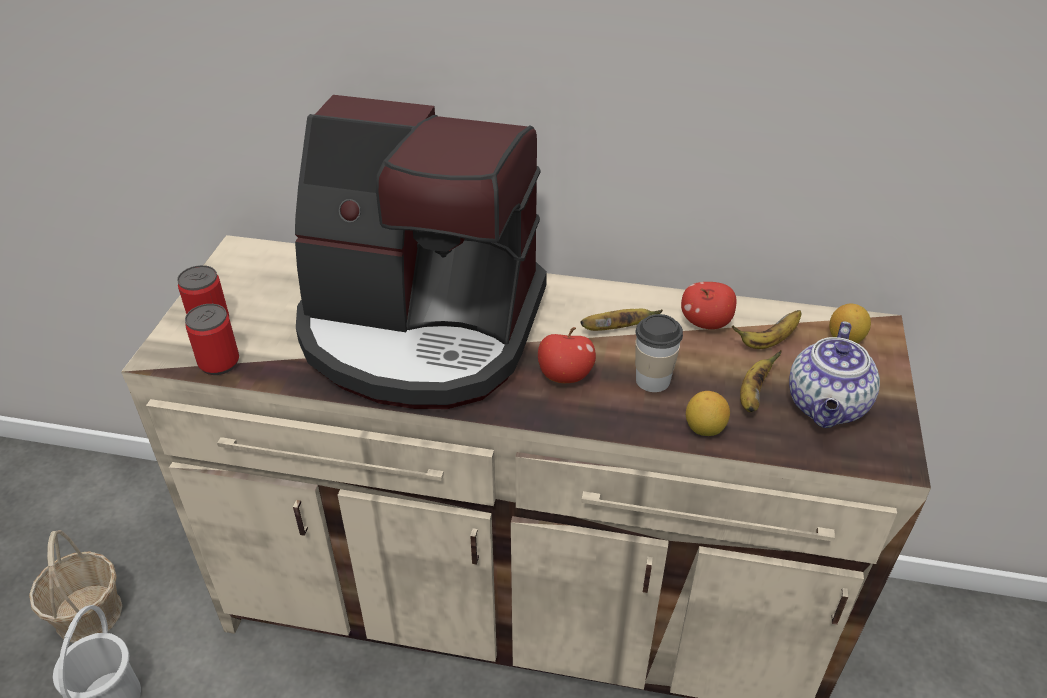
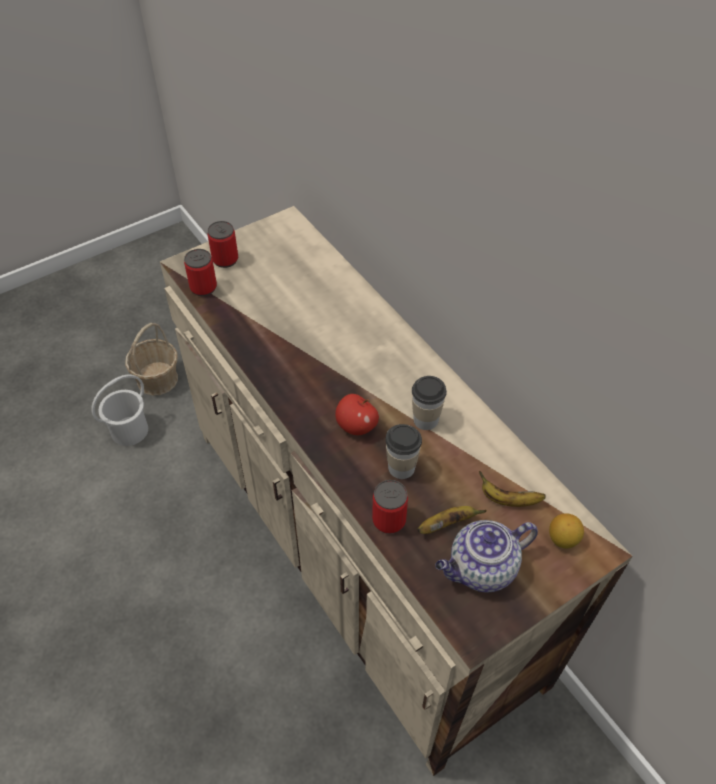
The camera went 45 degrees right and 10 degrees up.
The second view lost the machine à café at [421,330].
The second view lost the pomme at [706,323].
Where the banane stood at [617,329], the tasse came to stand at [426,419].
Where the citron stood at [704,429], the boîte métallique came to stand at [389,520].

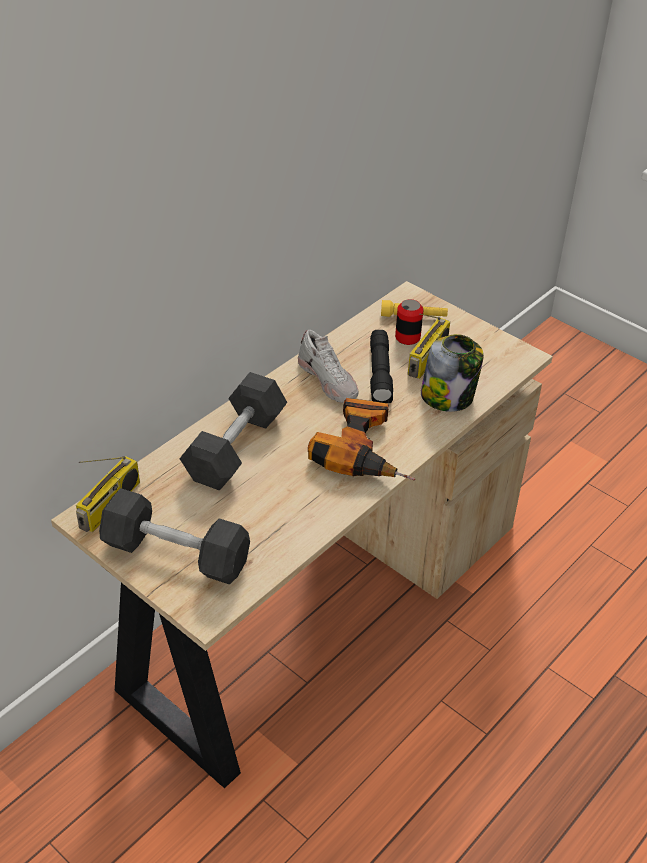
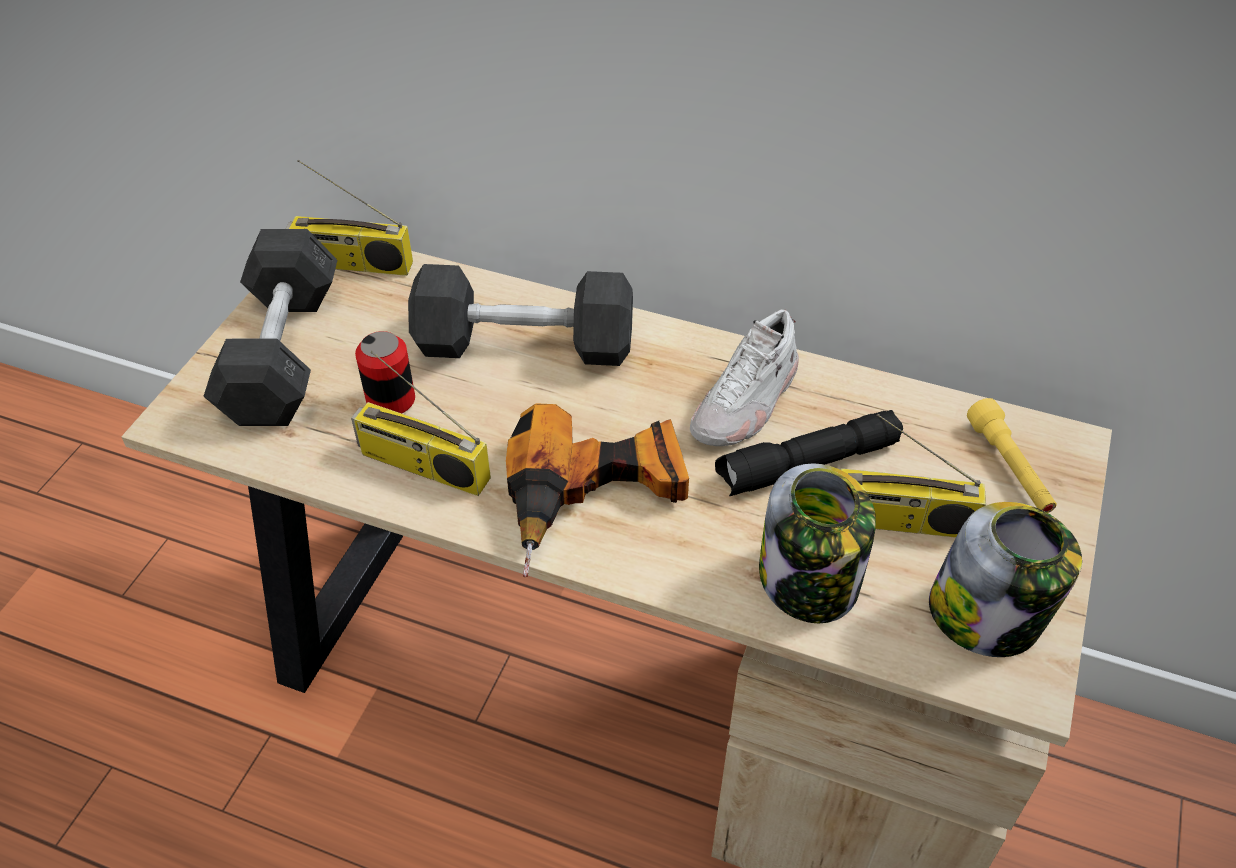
The camera went 70 degrees right and 5 degrees up.
The boîte métallique ended up elsewhere, having gone from [407,337] to [391,400].
The second view gained the radio at [421,466].
The second view gained the bocal at [987,616].

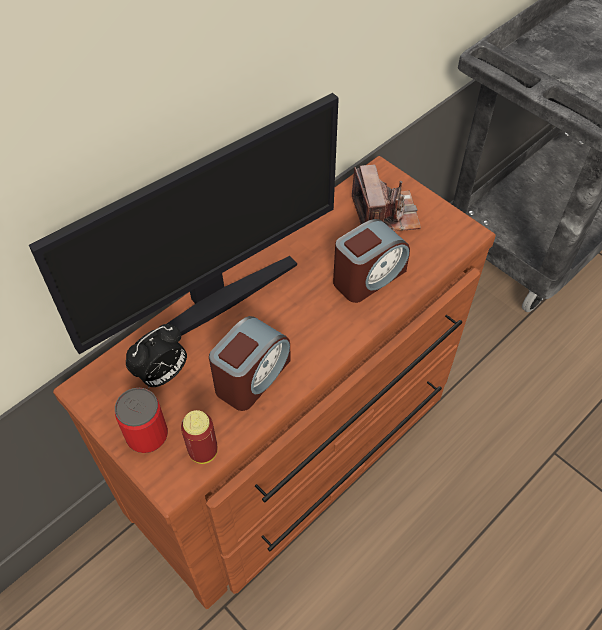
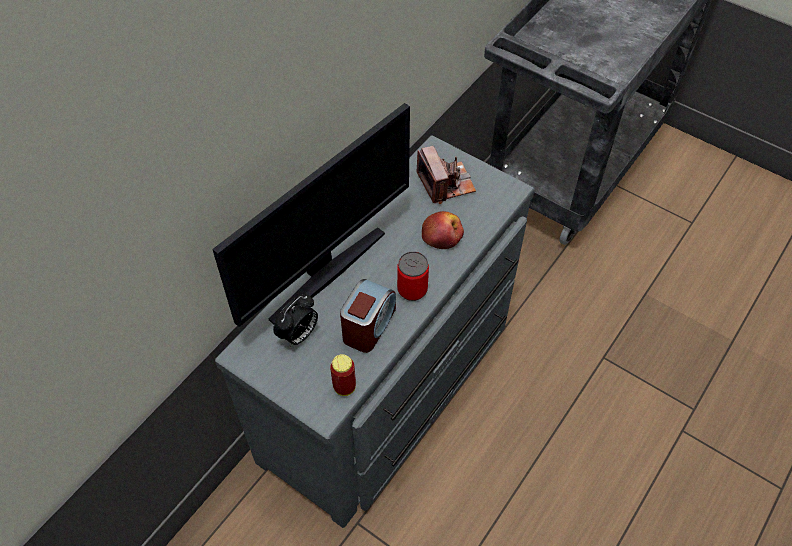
The camera went 10 degrees left and 0 degrees up.
What was the commode/marron at [299,449] turned into the commode/gris at [394,387].
Where the réveil stood at [368,277], the pomme came to stand at [442,235].
The boîte métallique ended up elsewhere, having gone from [147,435] to [412,289].

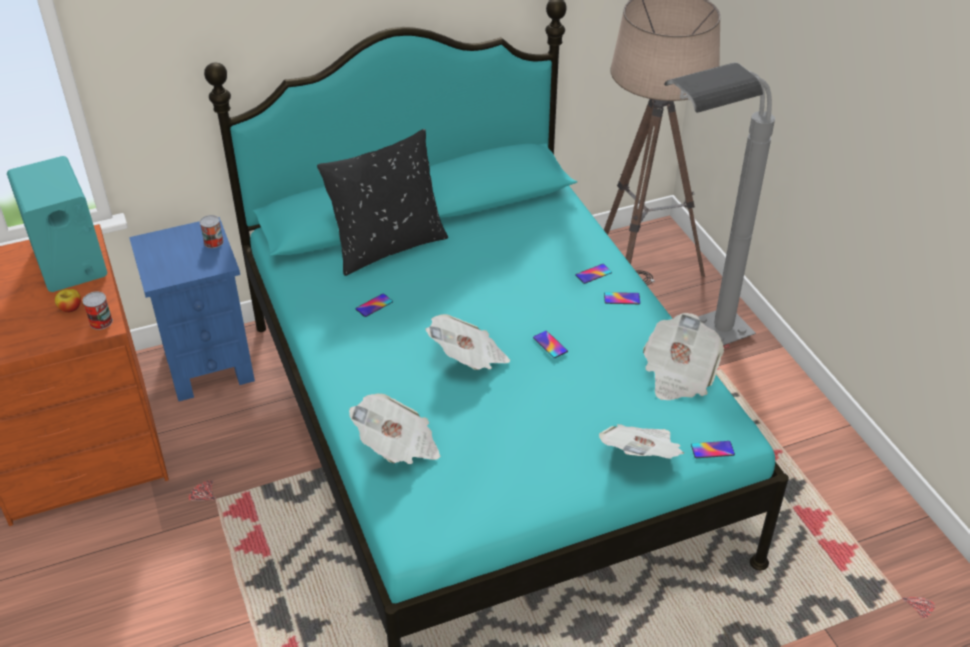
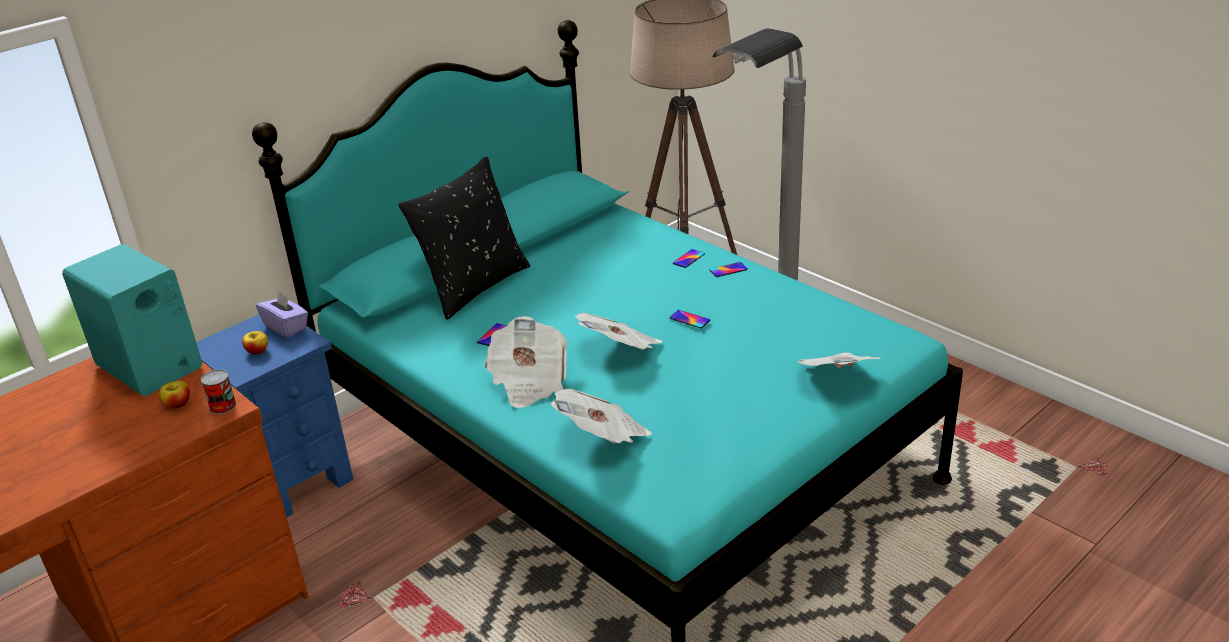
The camera went 20 degrees left and 10 degrees down.
Where the boîte métallique stood at [213,242], the boîte à mouchoirs/violet came to stand at [286,327].
The journal ended up elsewhere, having gone from [678,374] to [528,381].
The second view lost the téléphone at [712,450].
The second view gained the pomme at [257,351].

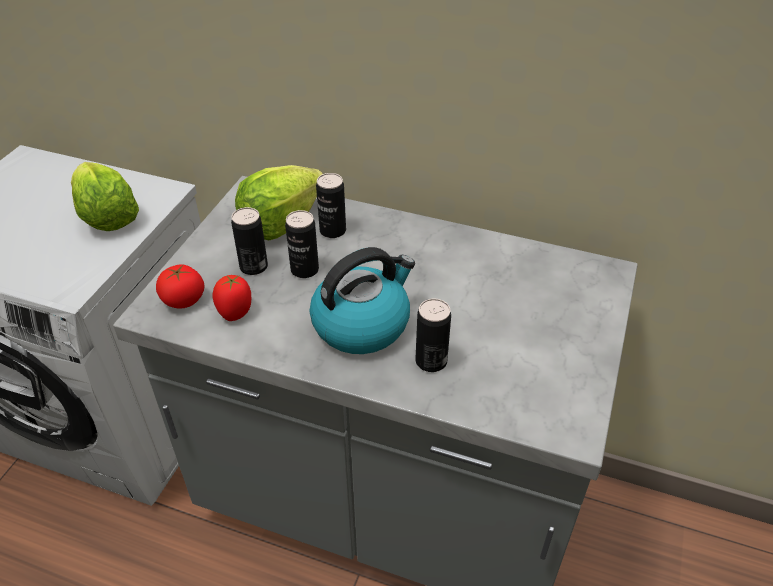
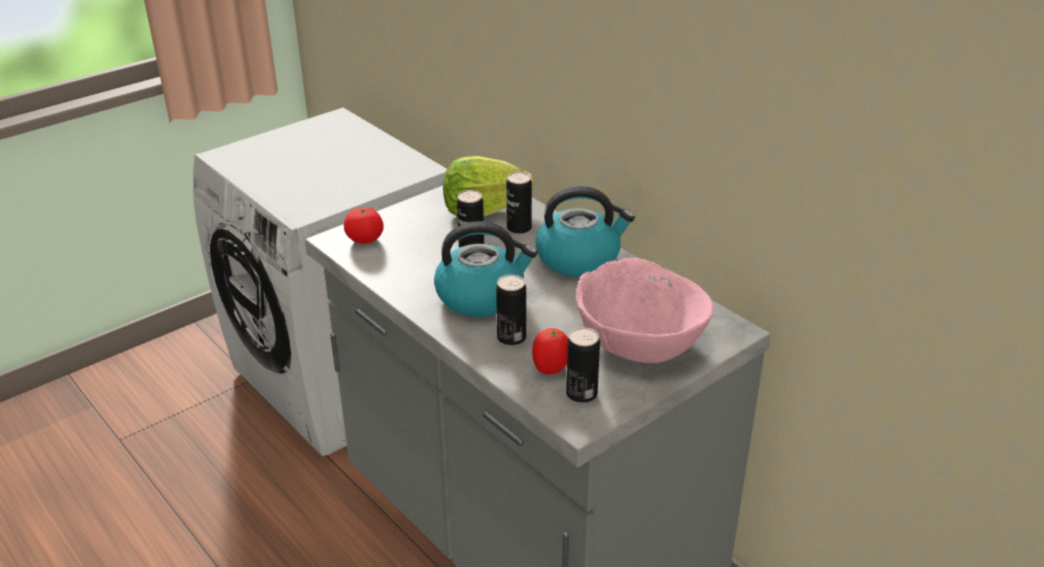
The camera went 30 degrees right and 10 degrees down.
The second view lost the laitue at [107,216].
The boîte métallique ended up elsewhere, having gone from [254,267] to [581,394].
The tomate ended up elsewhere, having gone from [235,312] to [551,368].
The second view gained the bouilloire at [579,258].
The second view gained the bol/rose at [641,340].

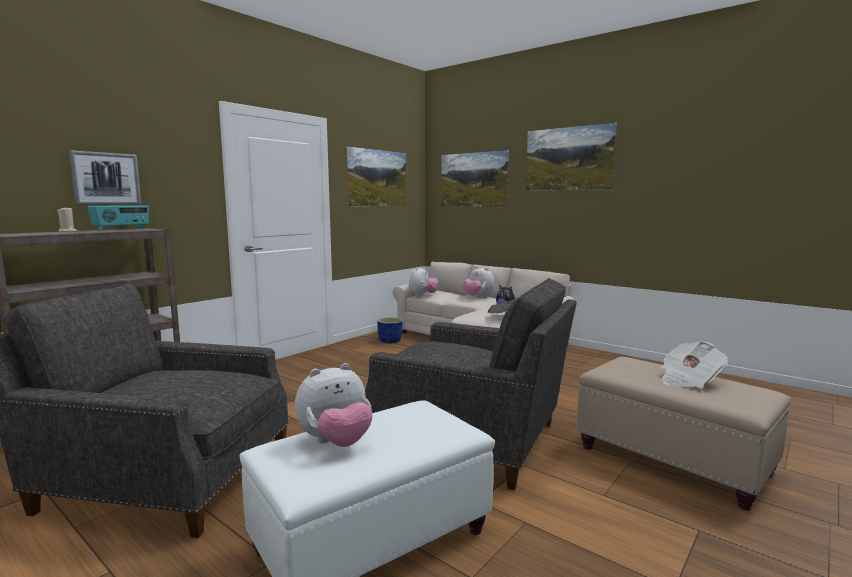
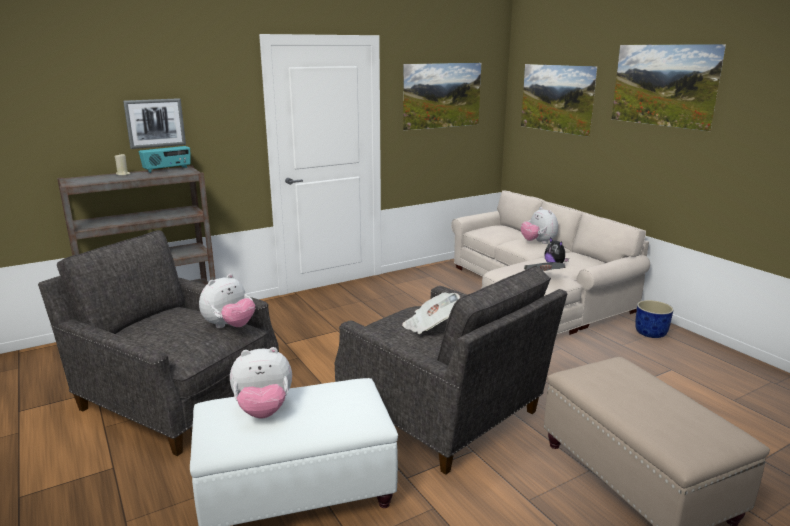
The camera went 20 degrees right and 10 degrees up.
The peluche ended up elsewhere, having gone from [422,295] to [229,326].
The cache-pot/bleu ended up elsewhere, having gone from [390,341] to [651,333].
The journal ended up elsewhere, having gone from [688,380] to [430,326].

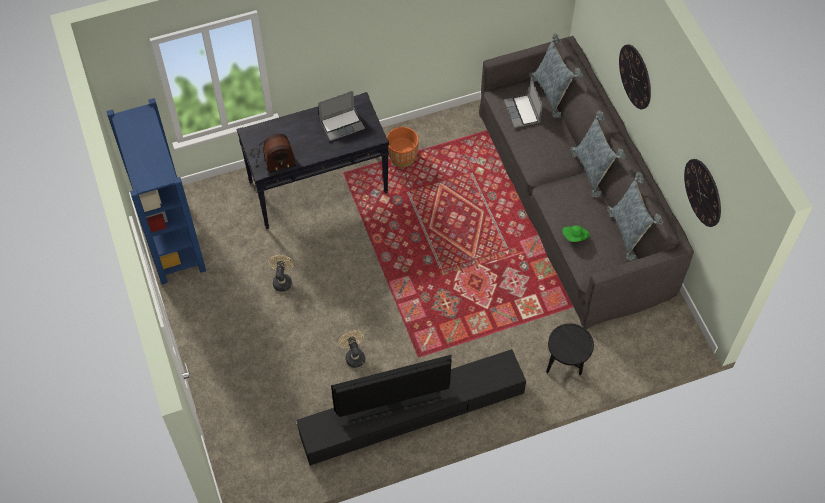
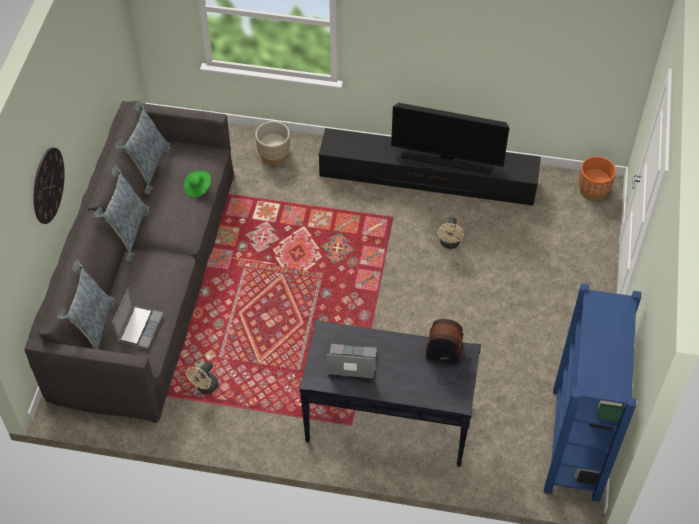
The camera went 150 degrees left and 5 degrees down.
The cache-pot/orange ended up elsewhere, having gone from [402,157] to [593,190].
The second view lost the horloge murale at [703,192].
The ventilateur/beige ended up elsewhere, having gone from [282,280] to [205,387].
Where the table d'appoint/noir stood at [565,366], the cache-pot/beige came to stand at [274,155].

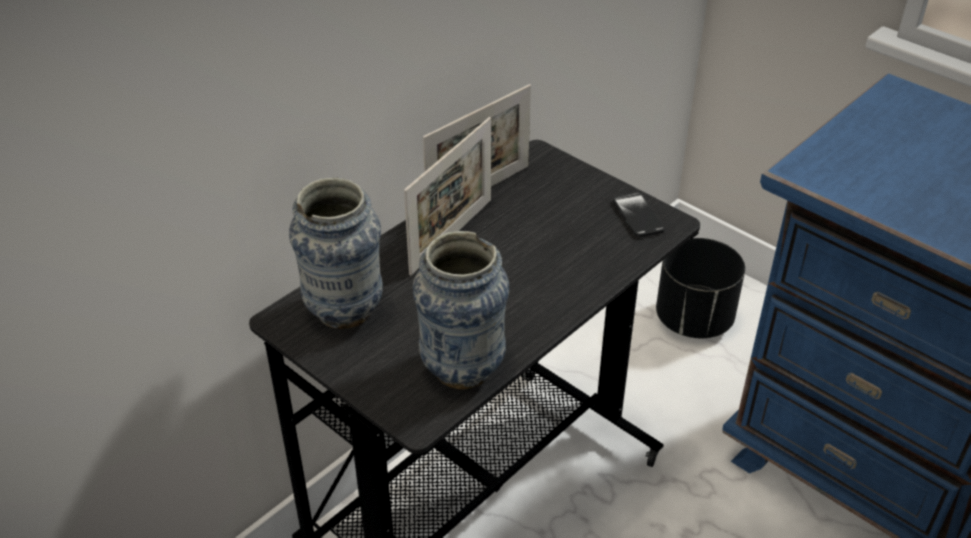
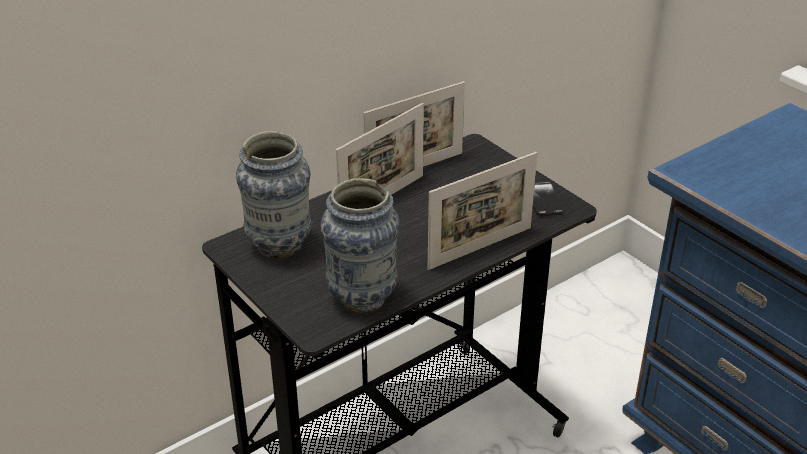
The camera went 10 degrees right and 5 degrees down.
The second view lost the cache-pot/noir at [694,320].
The second view gained the cadre photo at [480,248].

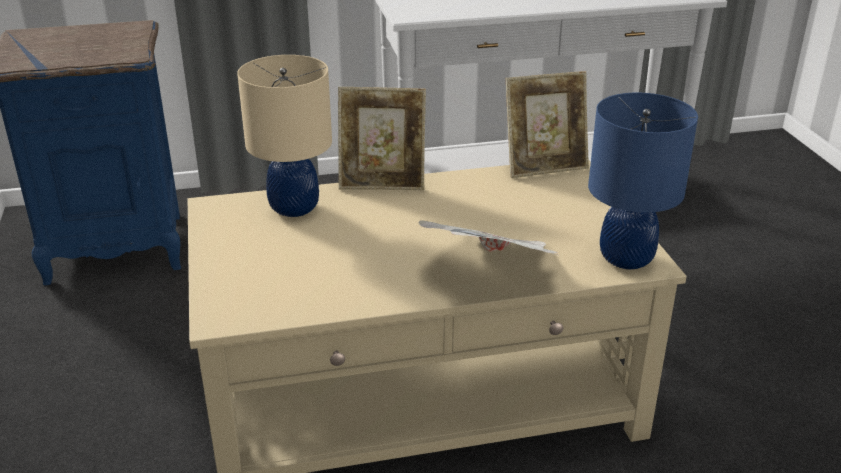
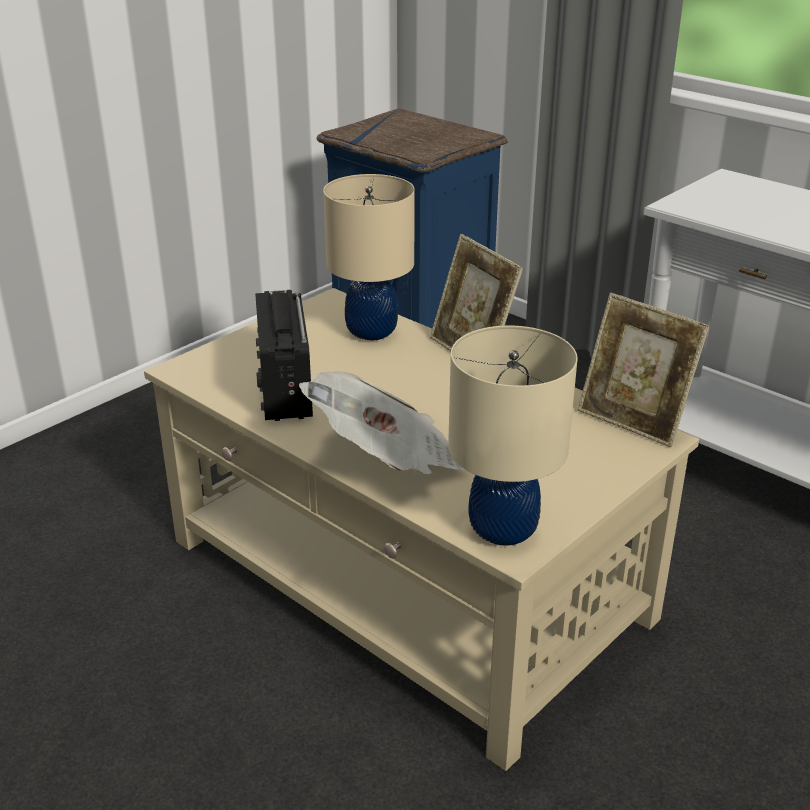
The camera went 55 degrees right and 0 degrees up.
What was the lampe de table/bleu at [628,261] turned into the lampe de table/beige at [502,534].
The second view gained the radio at [285,390].

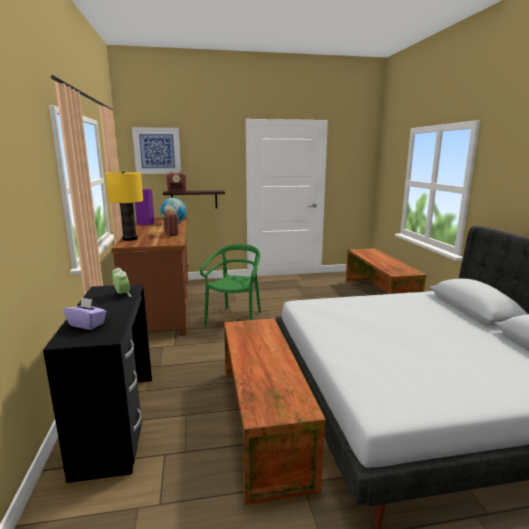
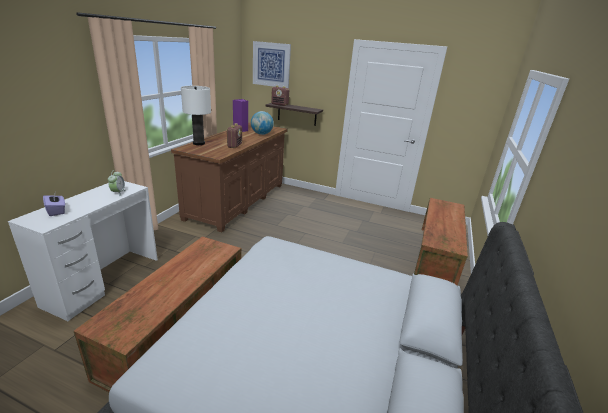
The camera went 30 degrees right and 10 degrees up.
What was the lampe de table/jaune at [129,239] turned into the lampe de table/blanc at [198,143].
The second view lost the chaise/vert at [235,319].
What was the bureau/noir at [116,421] turned into the bureau/blanc at [104,280].

